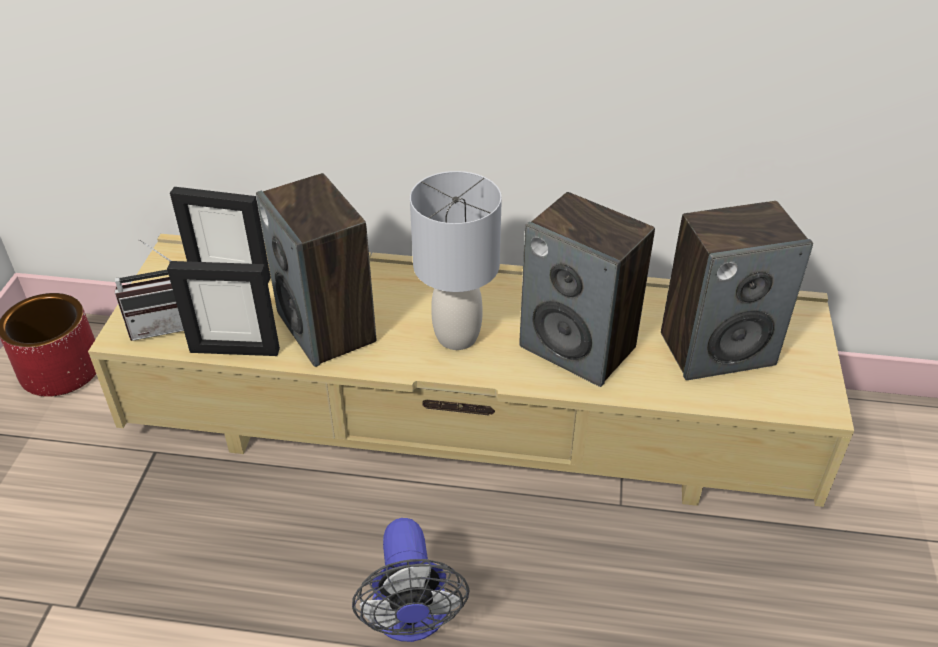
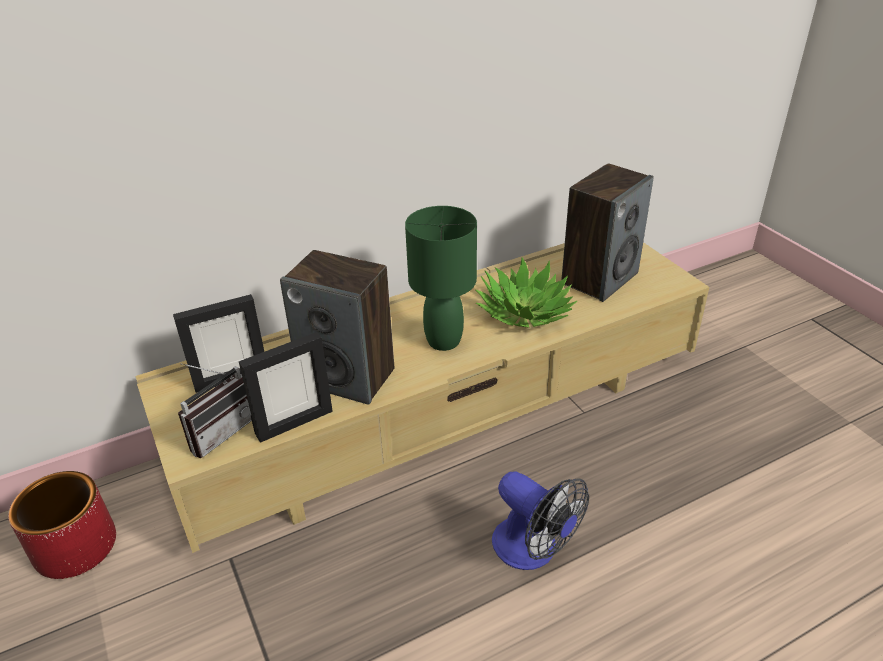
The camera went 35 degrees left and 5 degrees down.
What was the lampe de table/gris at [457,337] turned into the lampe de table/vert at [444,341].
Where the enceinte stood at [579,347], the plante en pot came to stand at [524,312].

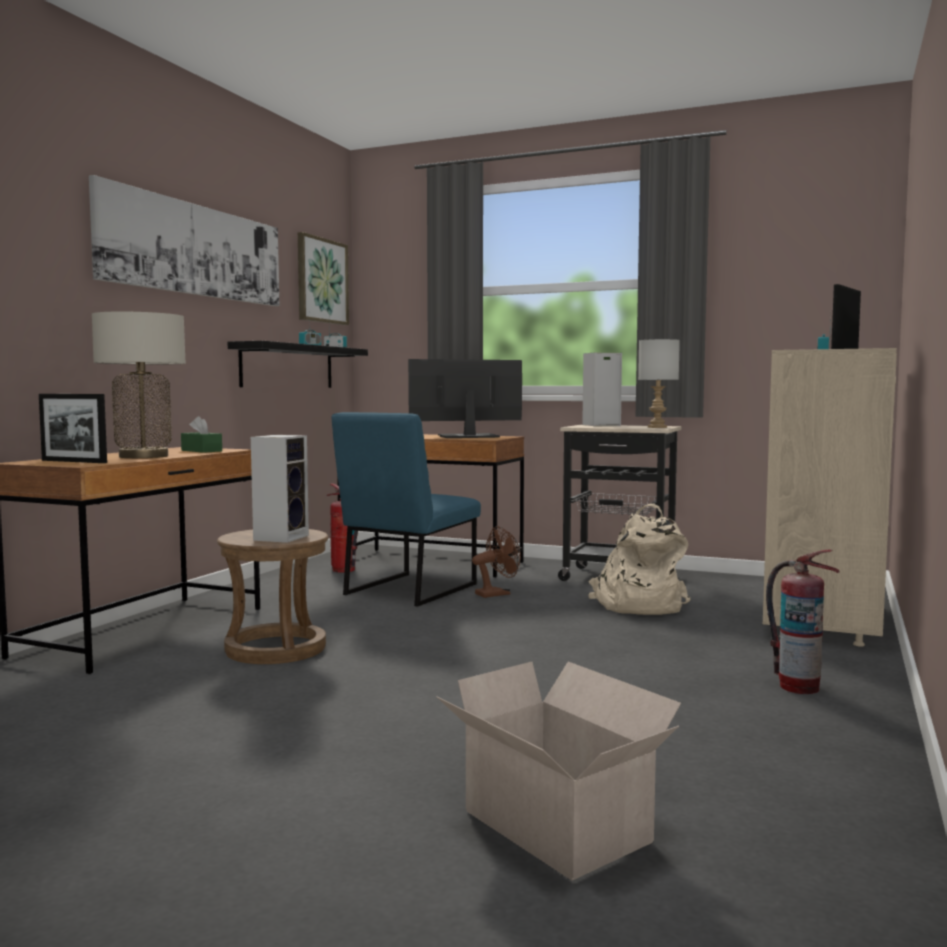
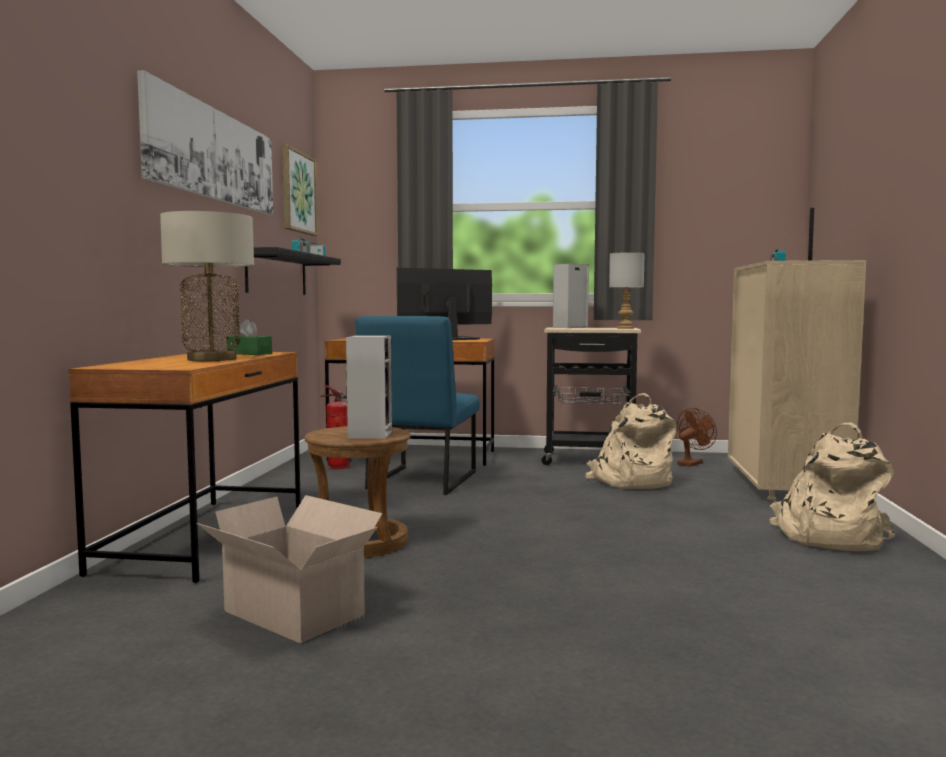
The camera went 15 degrees left and 0 degrees up.
The second view lost the cadre photo at [74,461].
The ventilateur/marron ended up elsewhere, having gone from [497,594] to [692,463].
Where the extincteur stood at [798,687], the sac à dos/beige came to stand at [828,537].
The carton ended up elsewhere, having gone from [559,829] to [295,614].

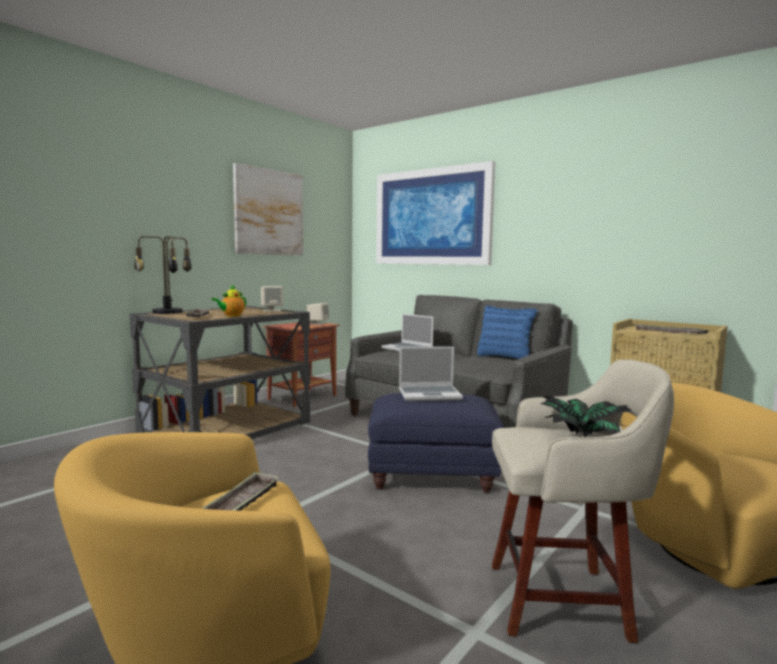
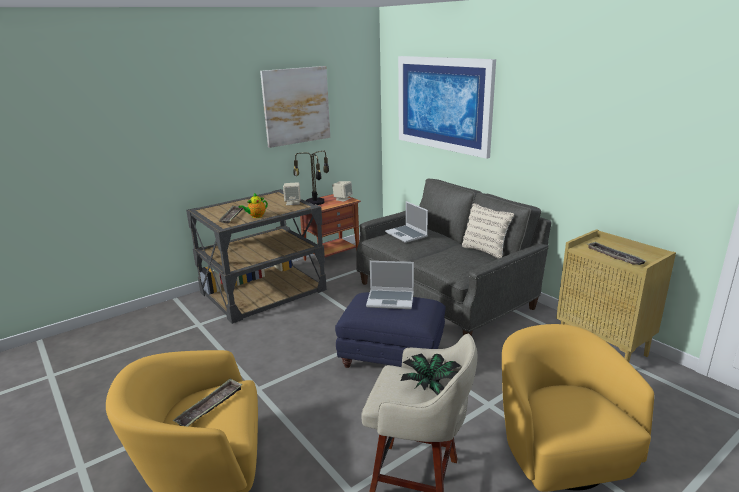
The camera went 15 degrees right and 15 degrees up.
The lampe de table ended up elsewhere, having gone from [167,312] to [315,202].
What was the coussin/bleu at [505,357] turned into the coussin/beige at [485,251].

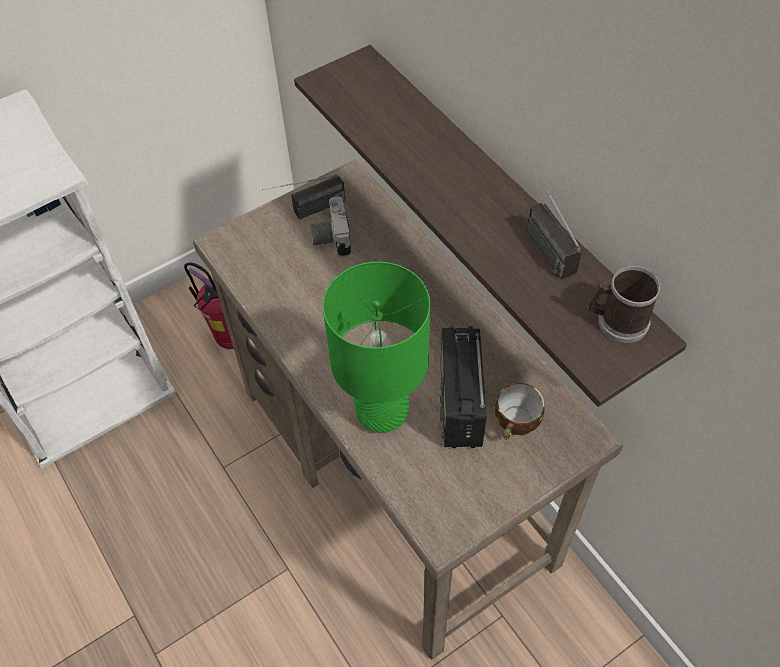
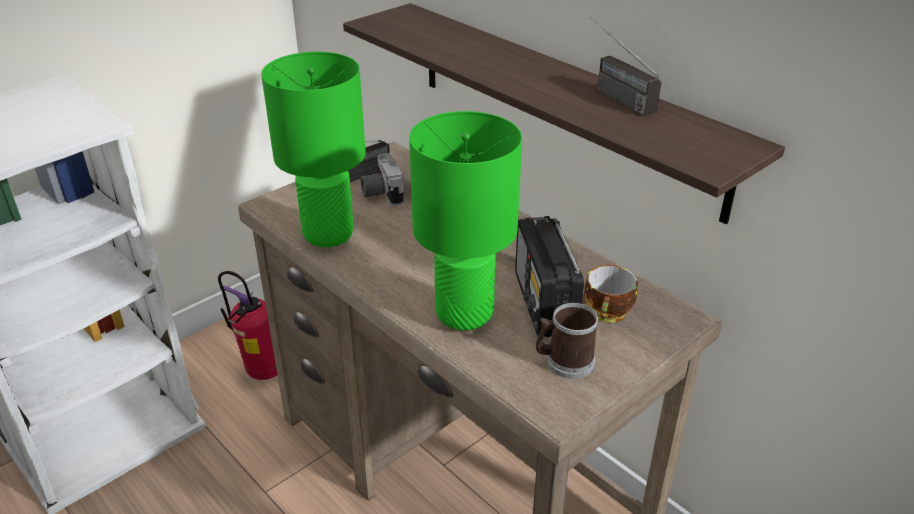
The camera went 10 degrees left and 20 degrees down.
The mug ended up elsewhere, having gone from [617,321] to [564,362].
The second view gained the lampe de table/vert at [328,238].

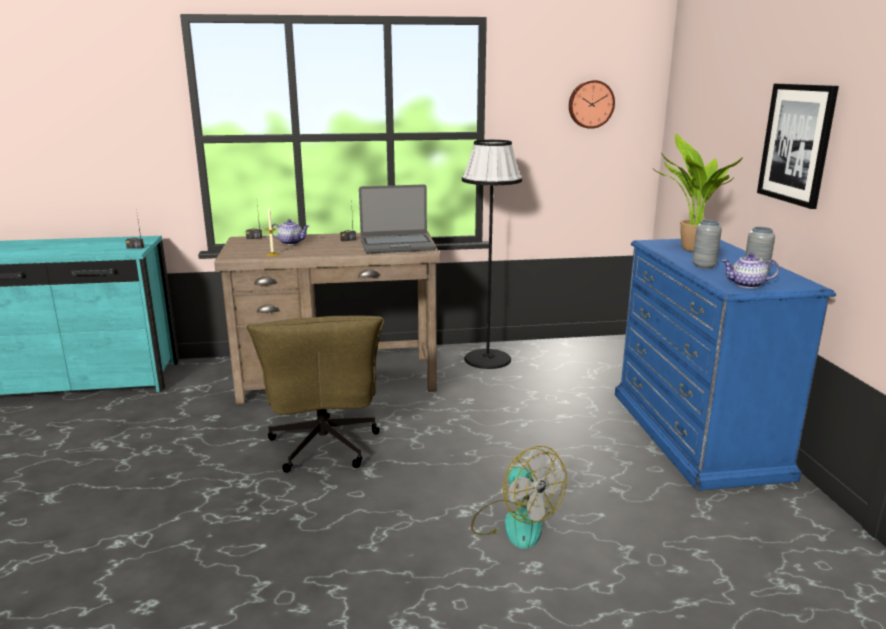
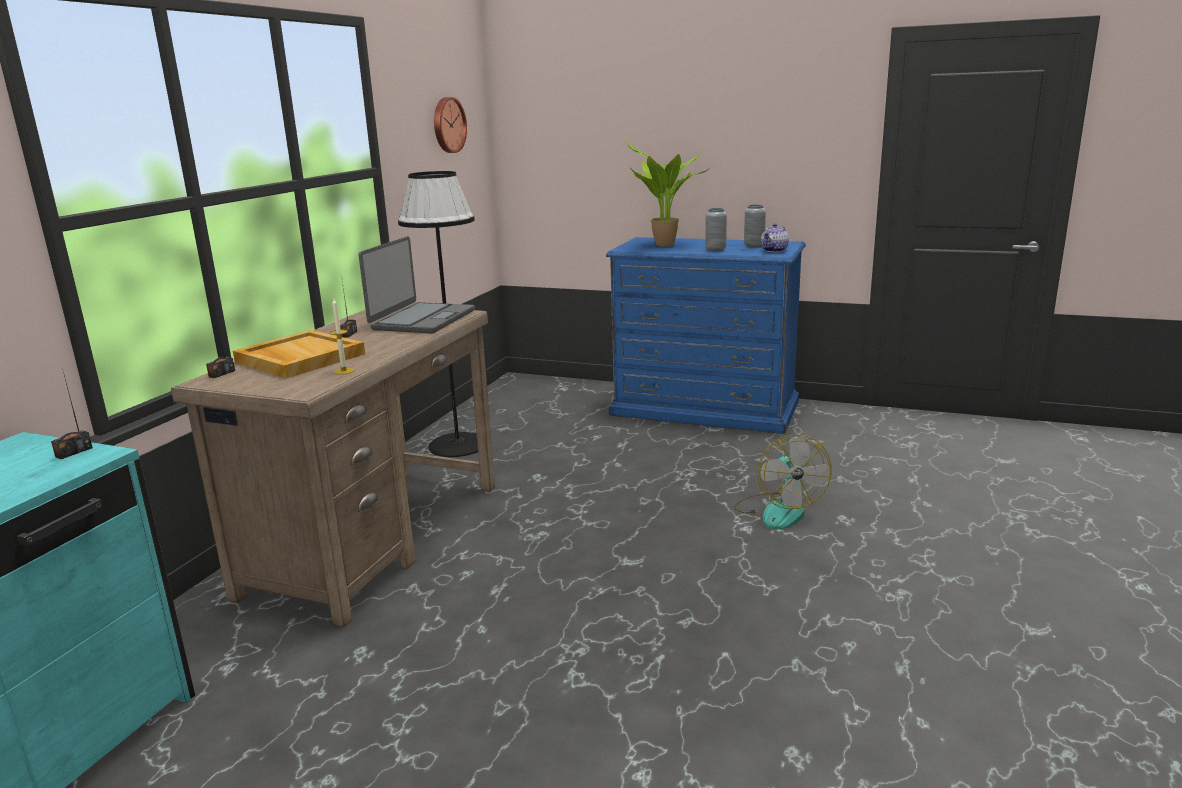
The camera went 60 degrees left and 0 degrees up.
The second view lost the tableau at [796,144].
Where the théière stood at [291,242], the plateau/beige came to stand at [299,358].
The second view lost the chaise de bureau/beige at [324,444].
The ventilateur at [514,523] ended up facing another way, 90 degrees clockwise from before.

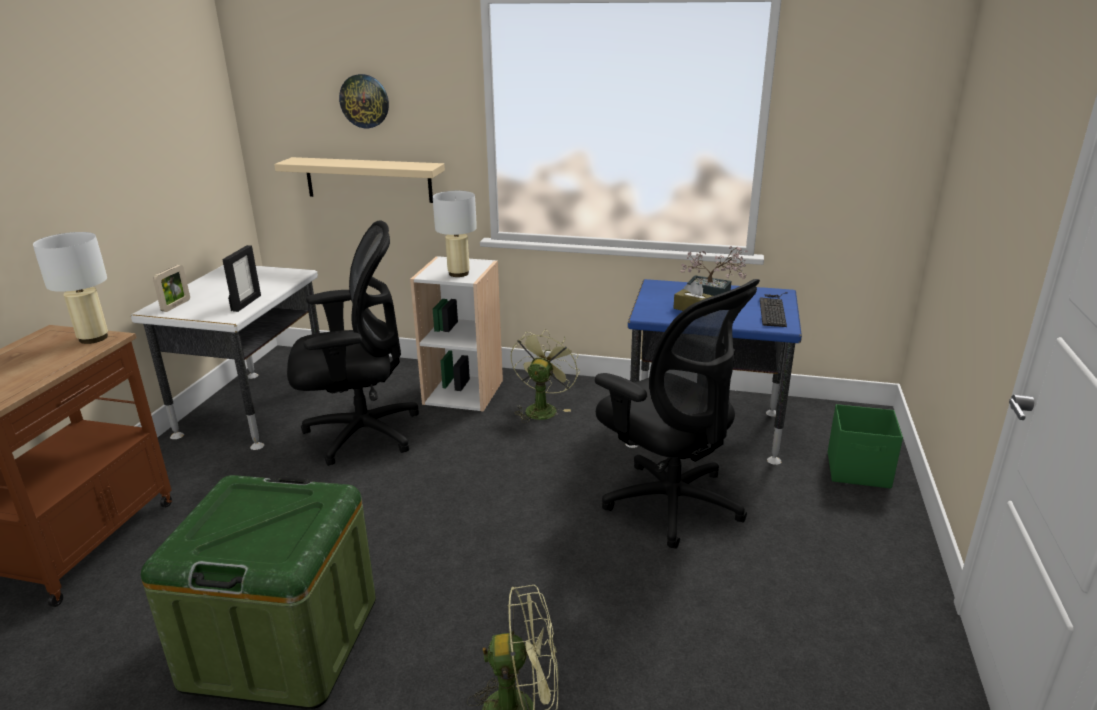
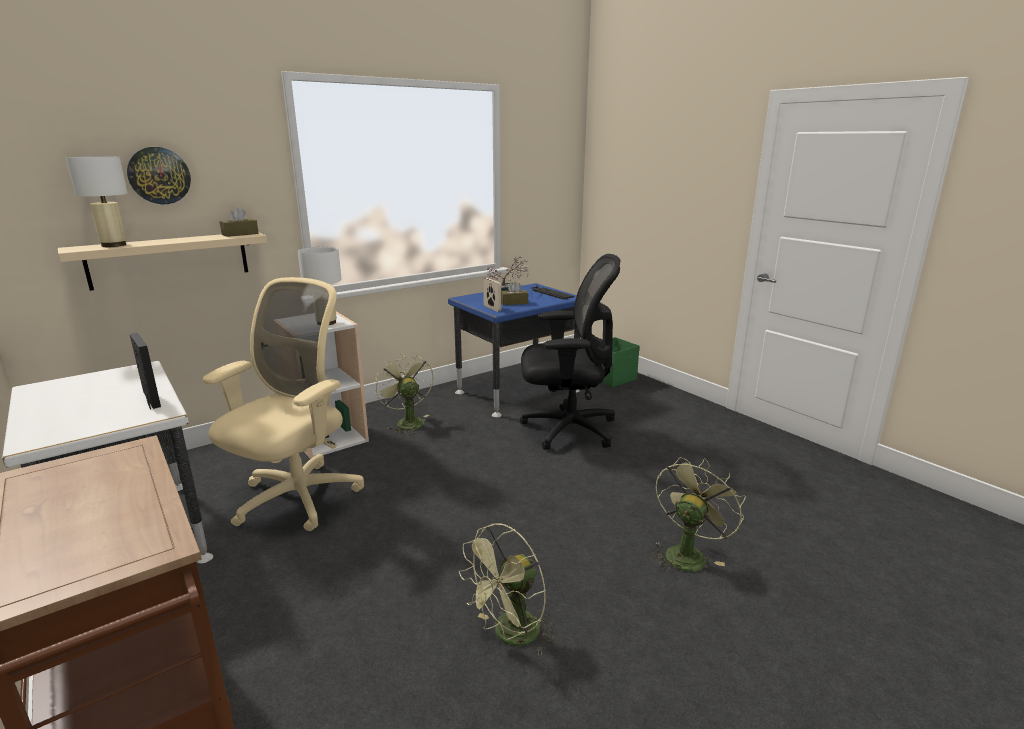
The camera went 50 degrees left and 5 degrees down.
What was the chaise de bureau/noir at [356,436] turned into the chaise de bureau/beige at [294,502].
The lampe de table/blanc ended up elsewhere, having gone from [93,338] to [113,245].
The cadre photo ended up elsewhere, having gone from [176,305] to [492,308].
Where the boîte de rangement/vert stood at [282,642], the ventilateur/vert came to stand at [510,636].
The second view gained the boîte à mouchoirs/marron at [240,234].

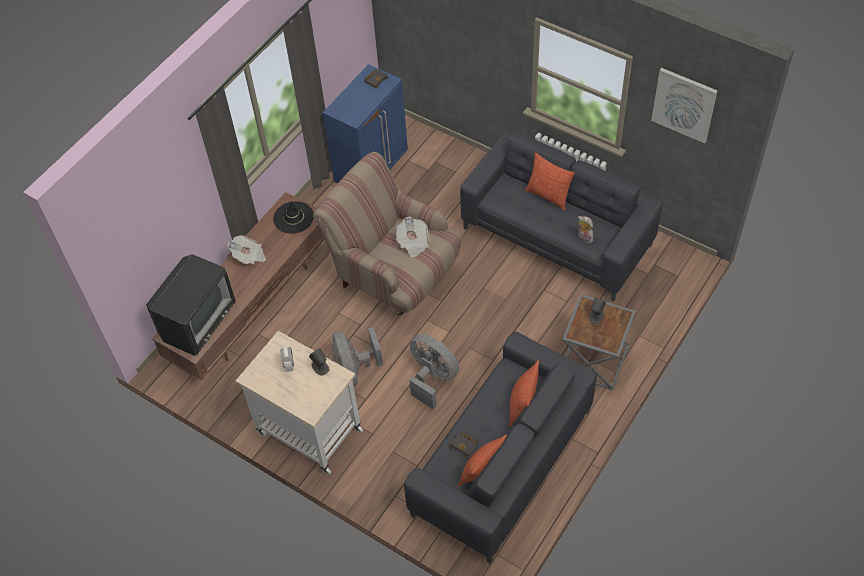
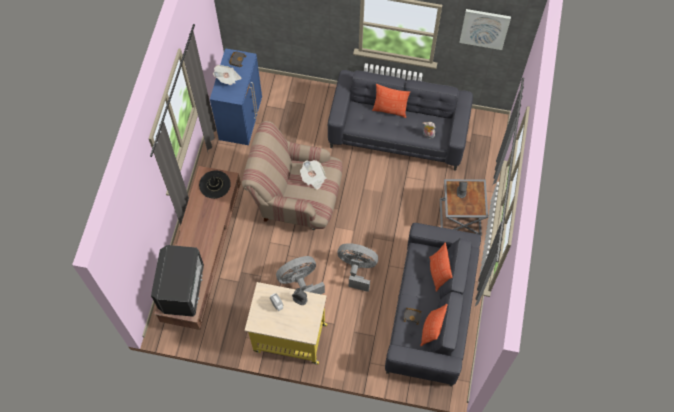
The camera went 25 degrees left and 10 degrees up.
The journal ended up elsewhere, having gone from [249,256] to [228,78].
The ventilateur/gris at [354,370] ended up facing another way, 105 degrees clockwise from before.
What was the chariot/blanc at [309,432] turned into the chariot/jaune at [289,338].

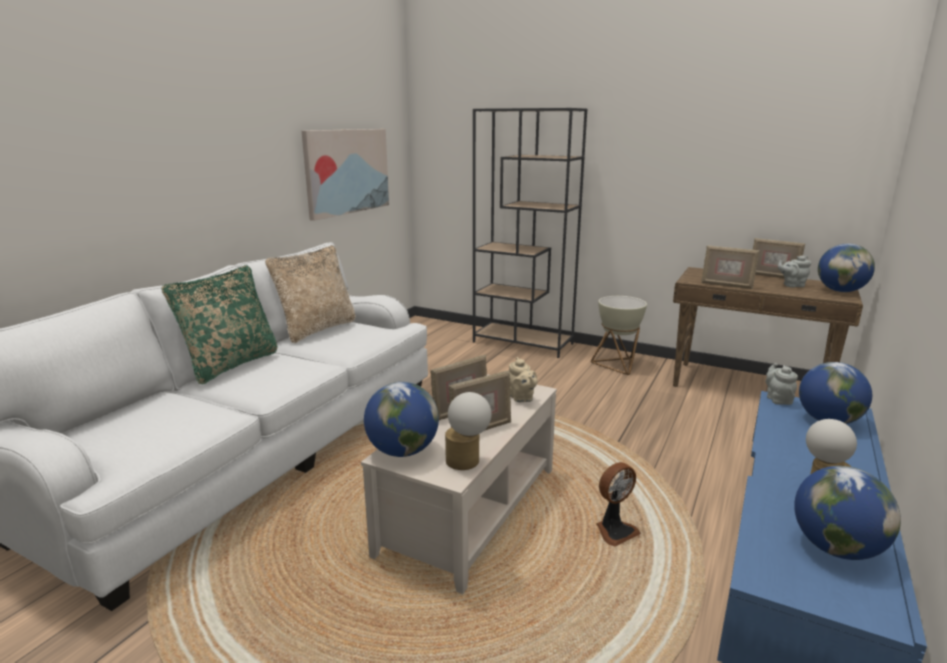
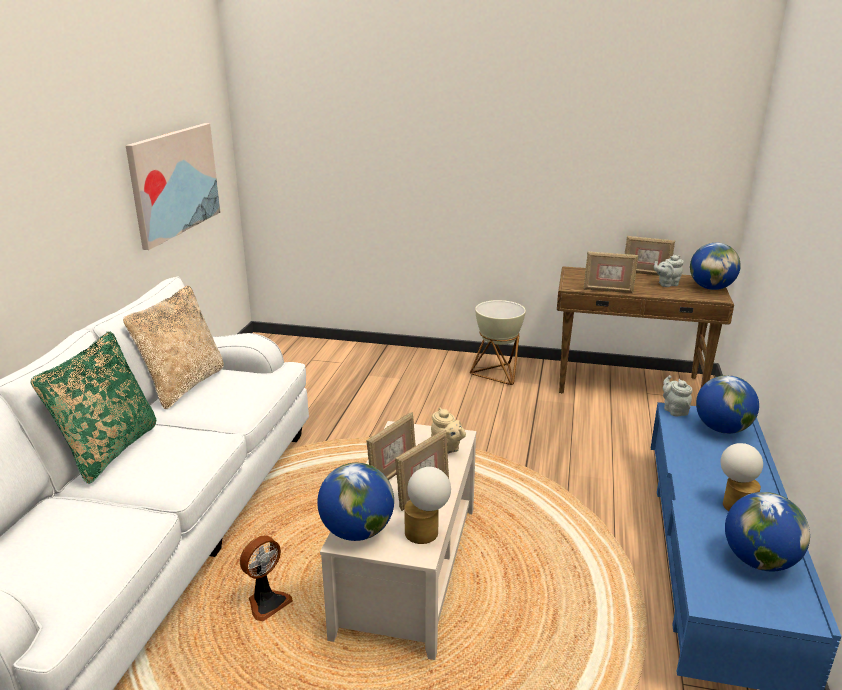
The camera went 15 degrees left and 5 degrees up.
The second view lost the bibliothèque at [523,343].
The ventilateur ended up elsewhere, having gone from [614,531] to [267,603].

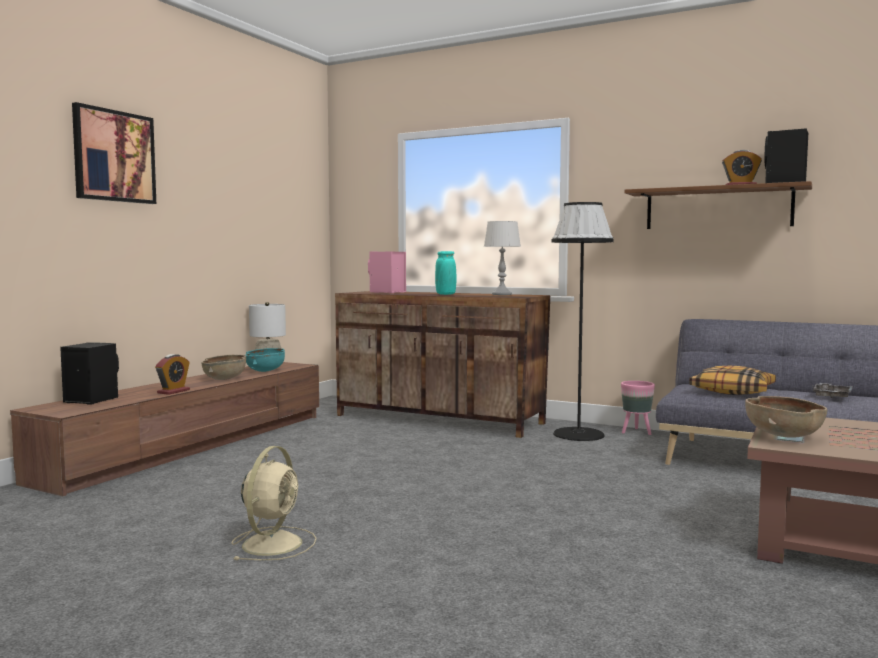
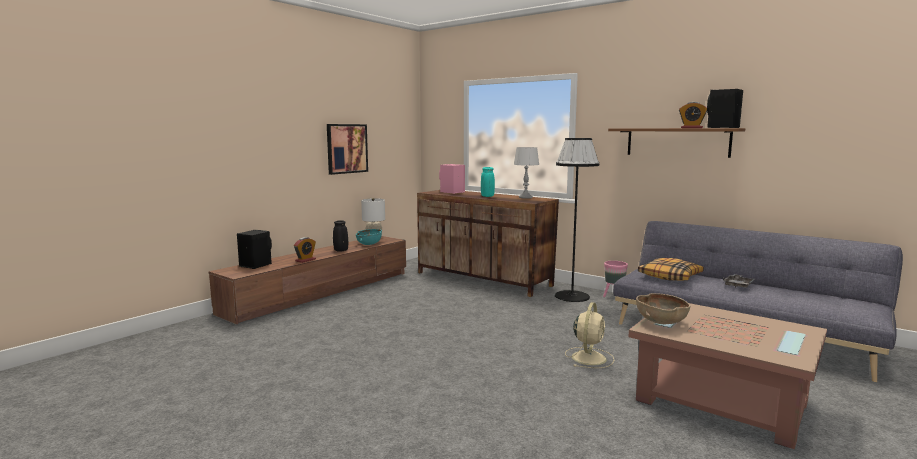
The camera went 10 degrees right and 5 degrees up.
The tableau ended up elsewhere, having gone from [114,156] to [347,148].
Where the bol/marron stood at [225,379], the vase/noir came to stand at [341,250].
The ventilateur/beige ended up elsewhere, having gone from [273,543] to [589,357].

